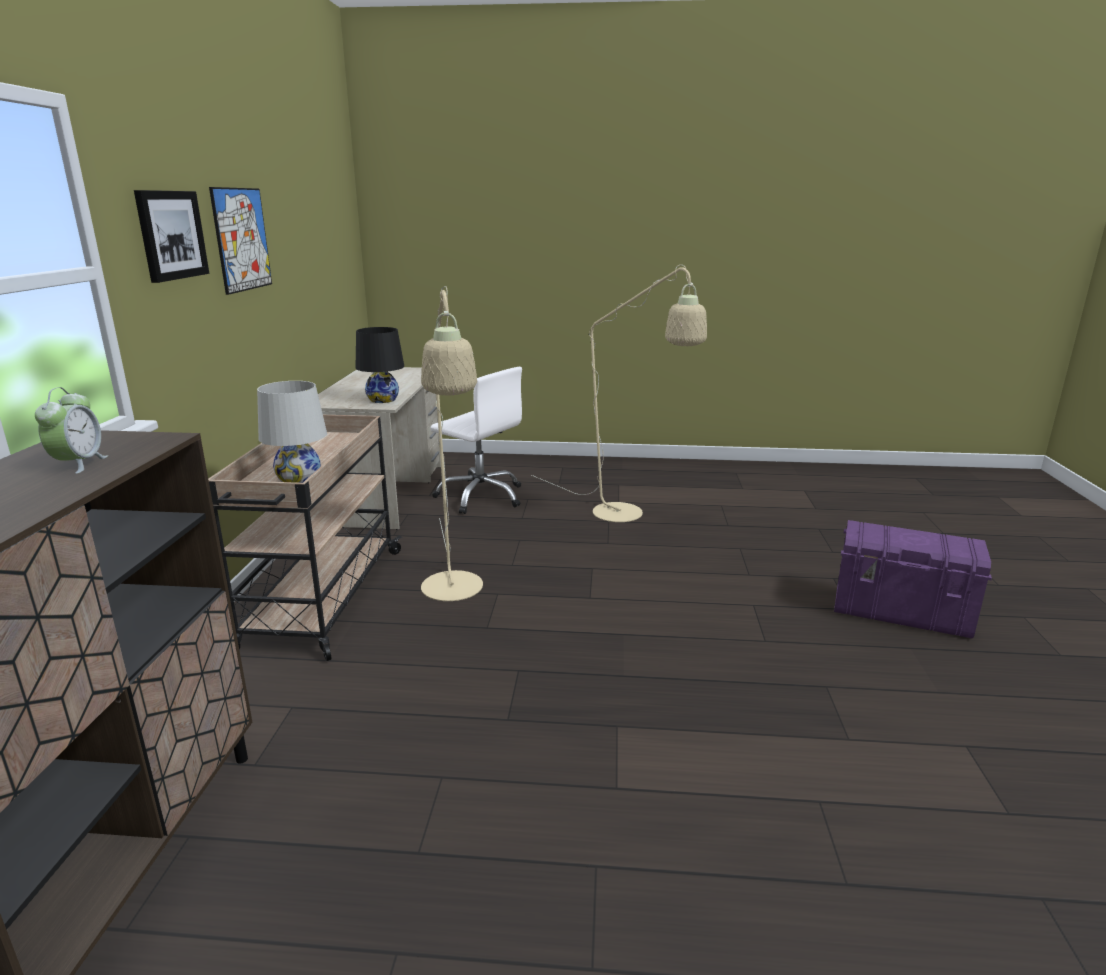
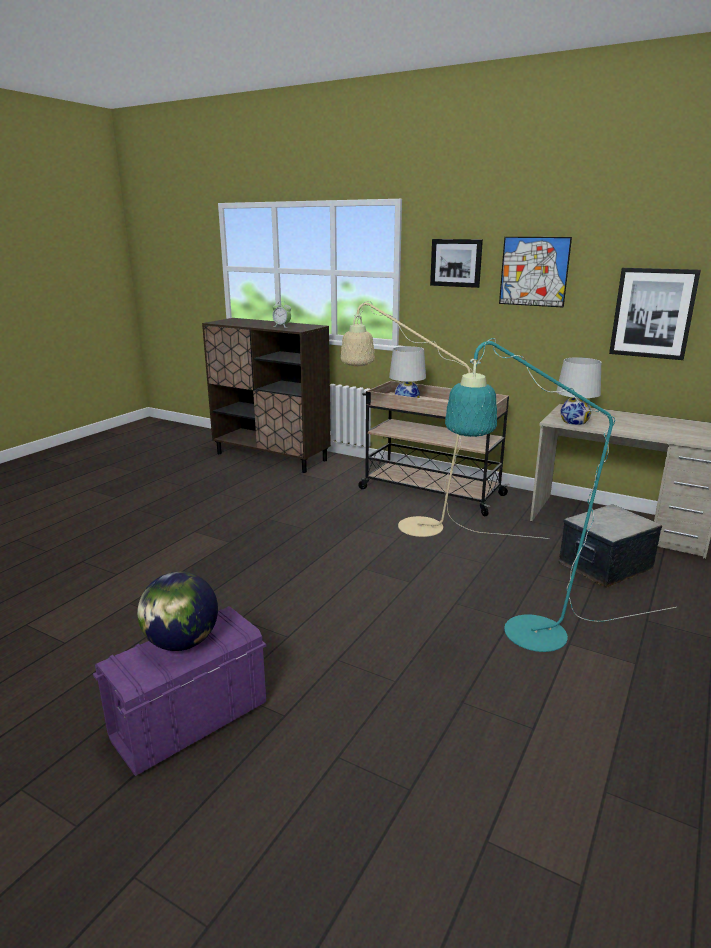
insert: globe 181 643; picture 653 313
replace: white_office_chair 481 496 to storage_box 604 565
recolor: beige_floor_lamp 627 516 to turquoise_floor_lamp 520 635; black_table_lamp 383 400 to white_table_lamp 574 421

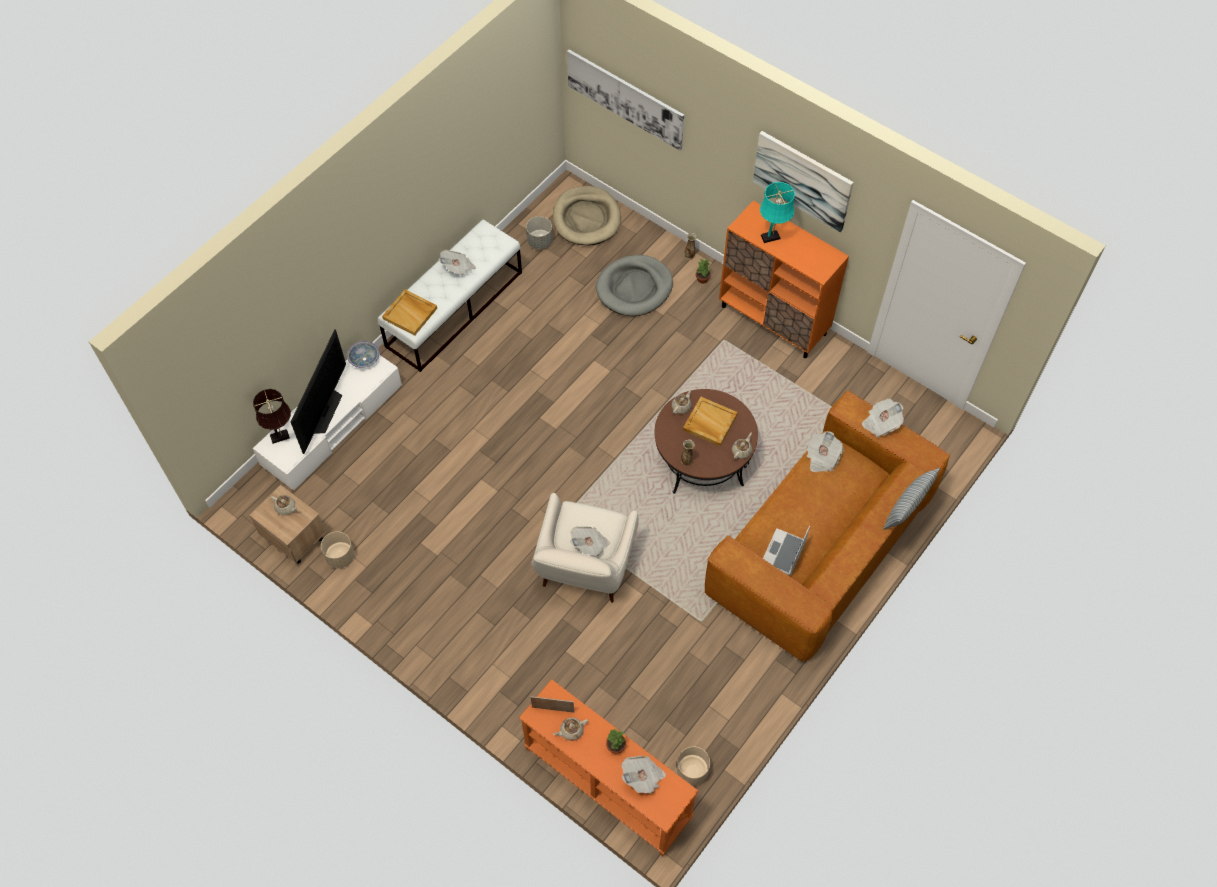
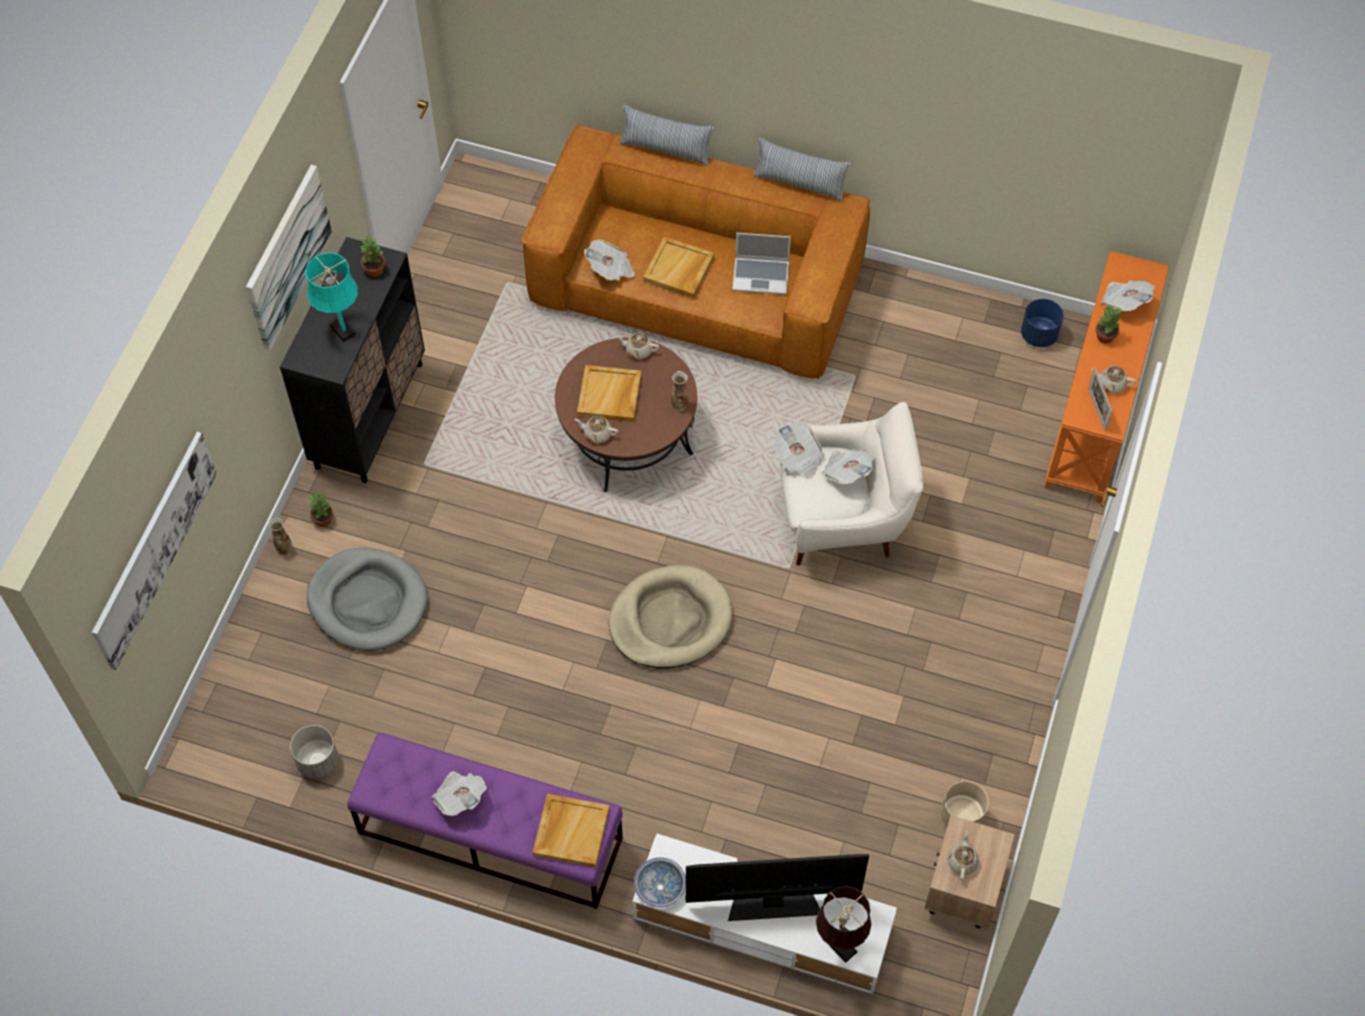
insert: potted_plant 374 269; beige_tray 679 270; pillow 800 183
move: beige_dog_bed 586 218 to 670 620; newspaper 881 423 to 798 458
recolor: orange_cabinet 774 320 to black_cabinet 369 414; white_bench 454 309 to purple_bench 489 835; beige_planter 692 771 to blue_planter 1039 335
rotate: beige_teapot 571 731 = 1111 384 150 degrees clockwise

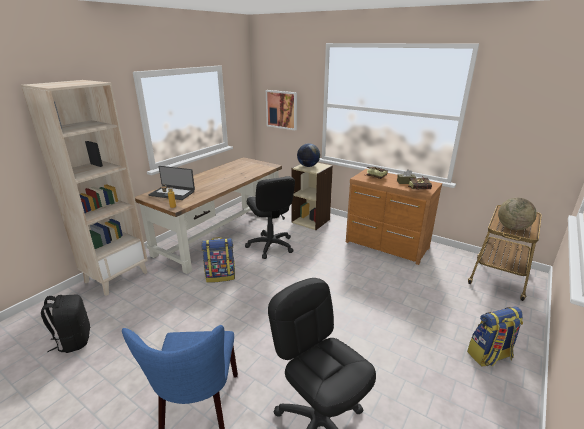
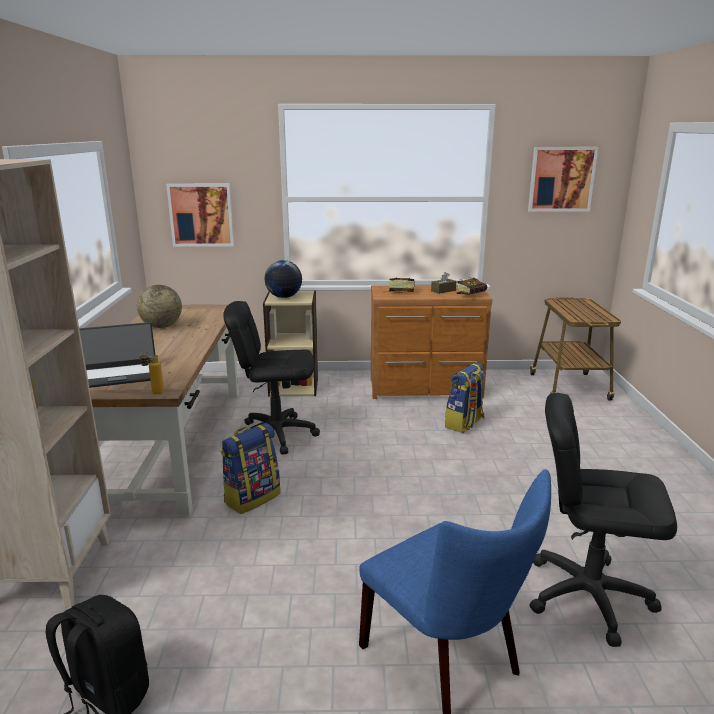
insert: picture 561 179
move: globe 512 228 to 161 326; backpack 489 356 to 464 424
rotate: black_office_chair 270 246 = 276 434 150 degrees clockwise

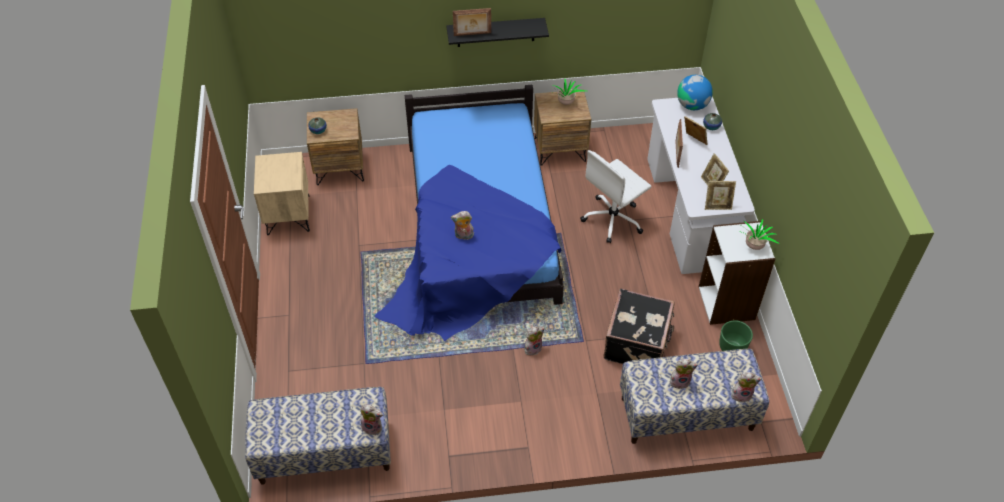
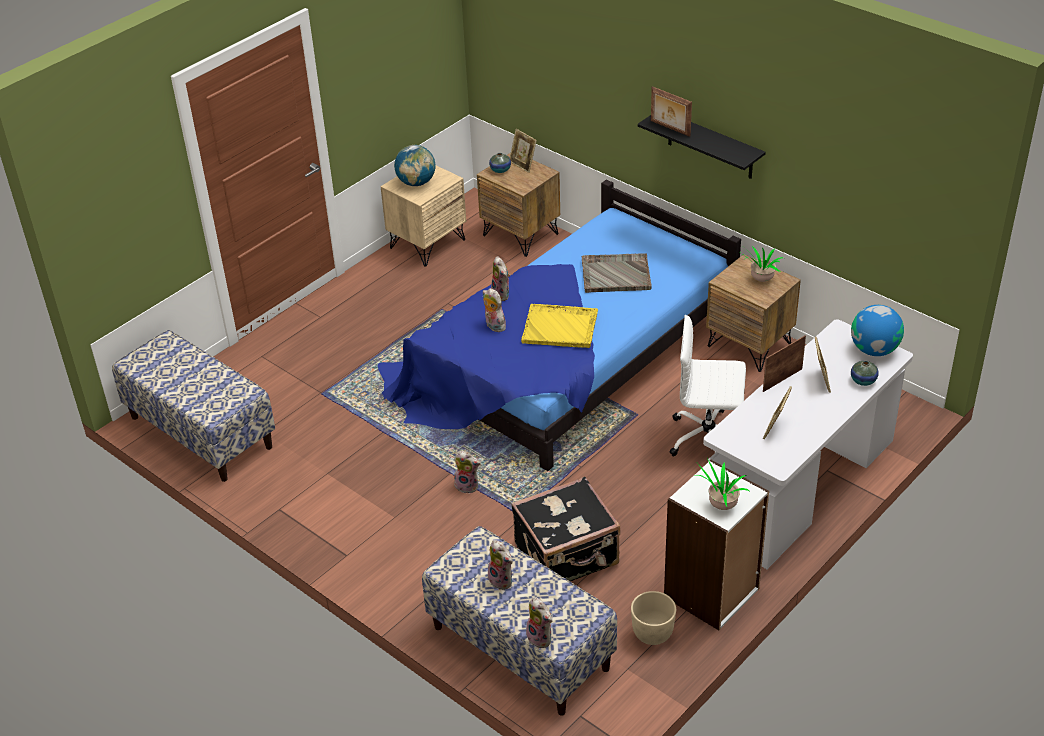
insert: globe 416 183; yellow_tray 560 328; grey_tray 615 274
move: plush_toy 373 427 to 502 295; picture_frame 717 205 to 523 165
recolor: green_planter 732 349 to beige_planter 652 634

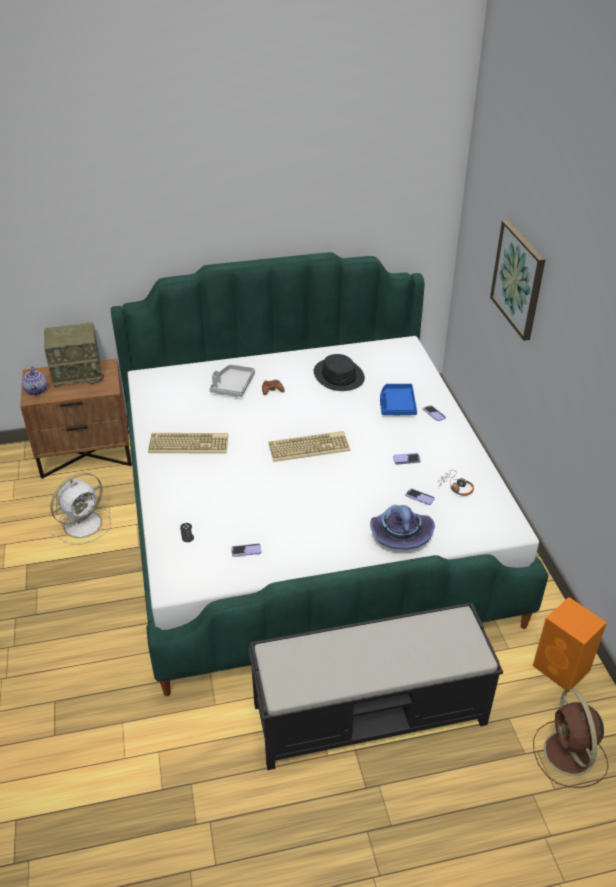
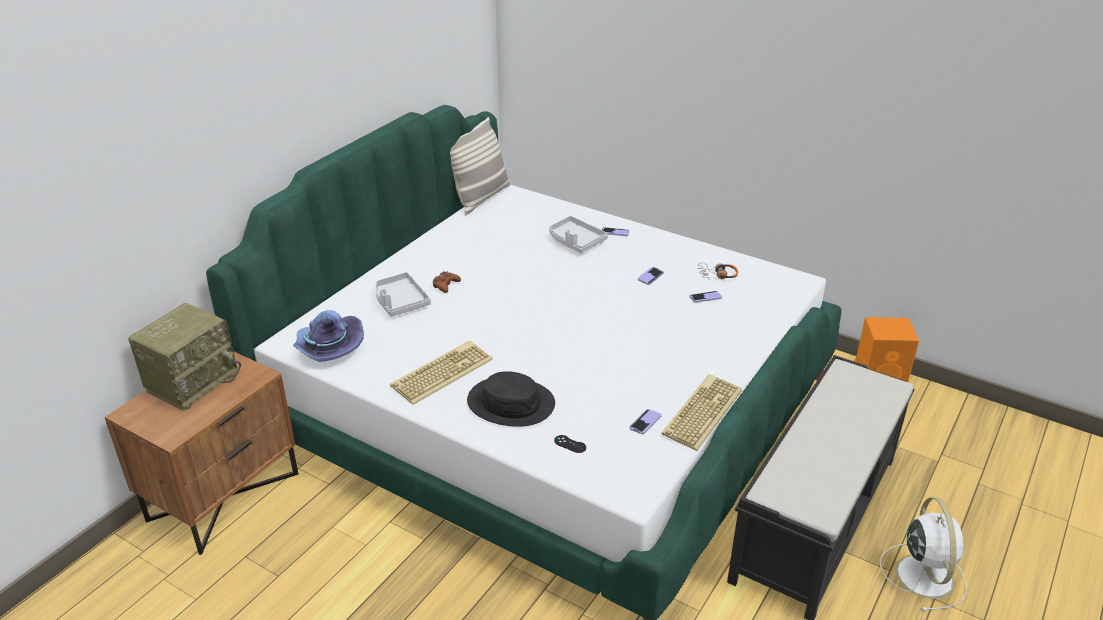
delete: teapot 37 390; picture 519 279; brown_fan 569 755
insert: pillow 480 198
move: purple_hat 399 534 to 327 349; black_hat 339 375 to 511 403; keyboard 309 446 to 701 411; white_fan 84 523 to 923 574
recolor: blue_tray 396 405 to grey_tray 575 241

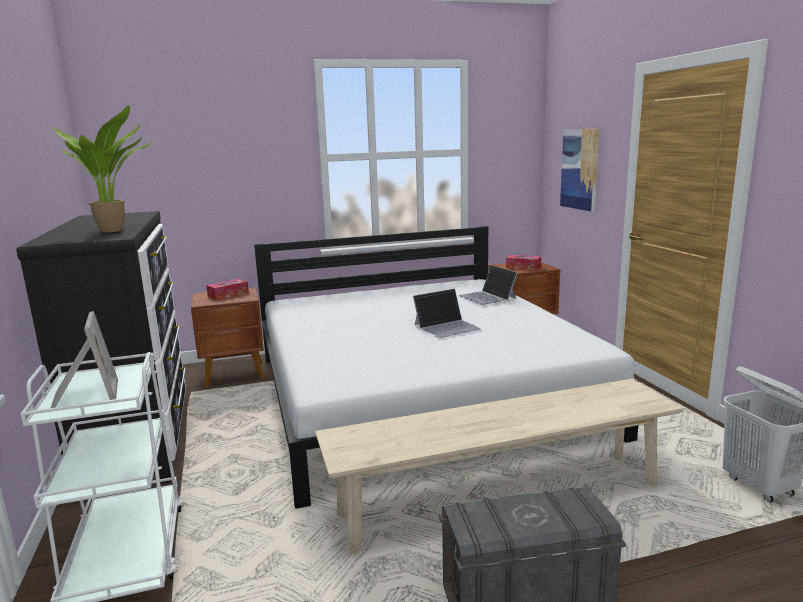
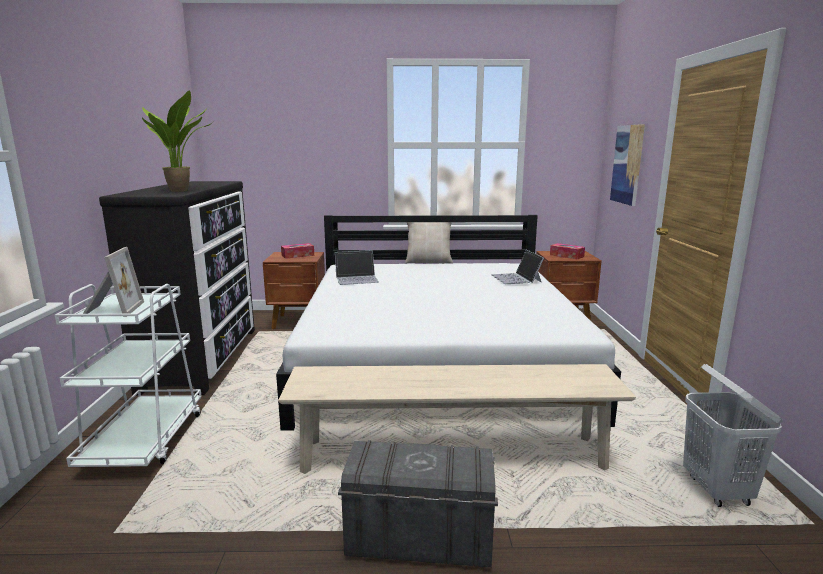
insert: beige_pillow 428 262
move: laptop 447 326 to 357 278

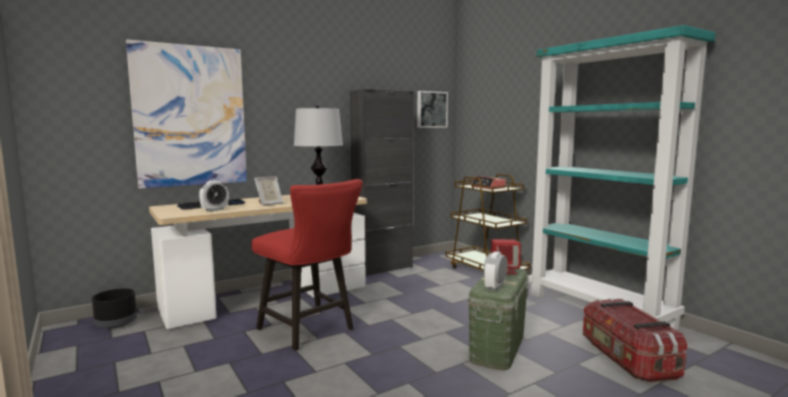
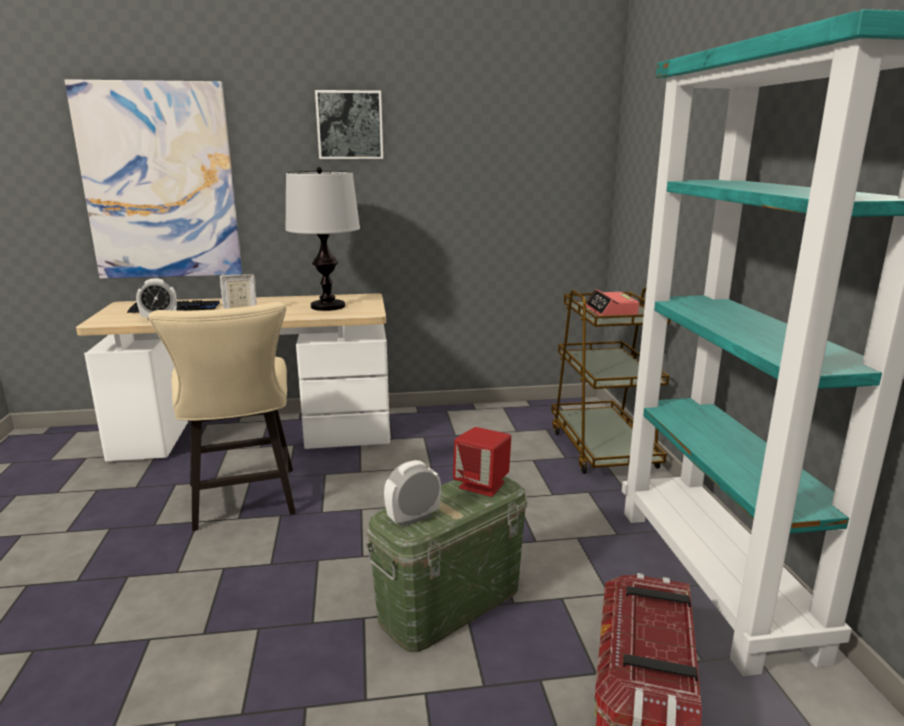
delete: black_planter 116 323; black_cabinet 382 268
move: picture 431 109 to 349 125
recolor: red_chair 310 330 to beige_chair 244 503

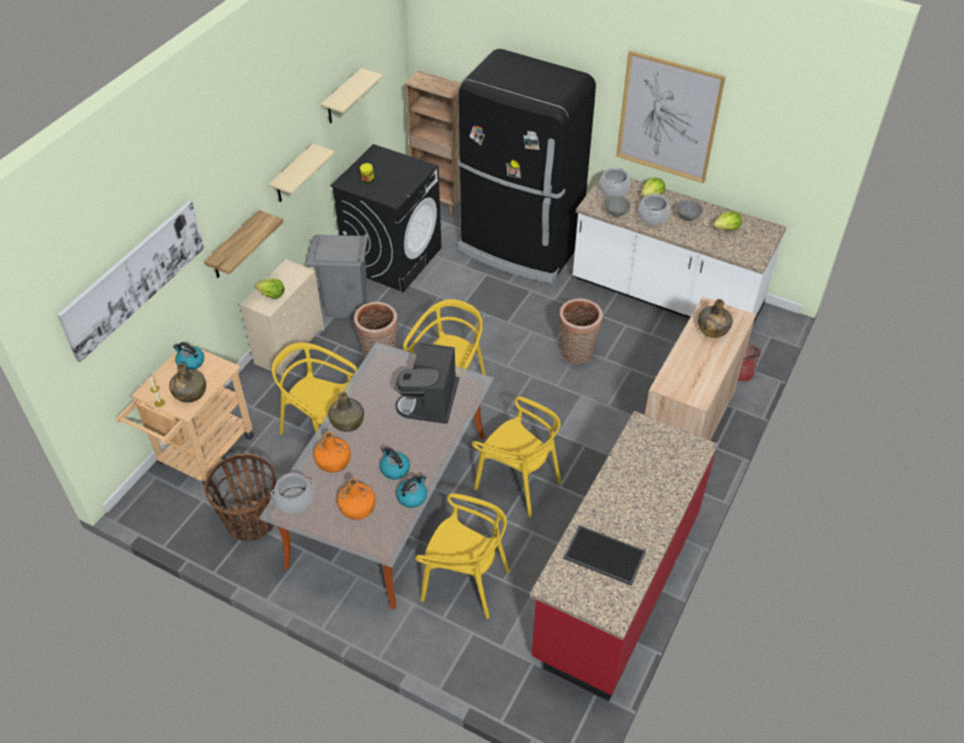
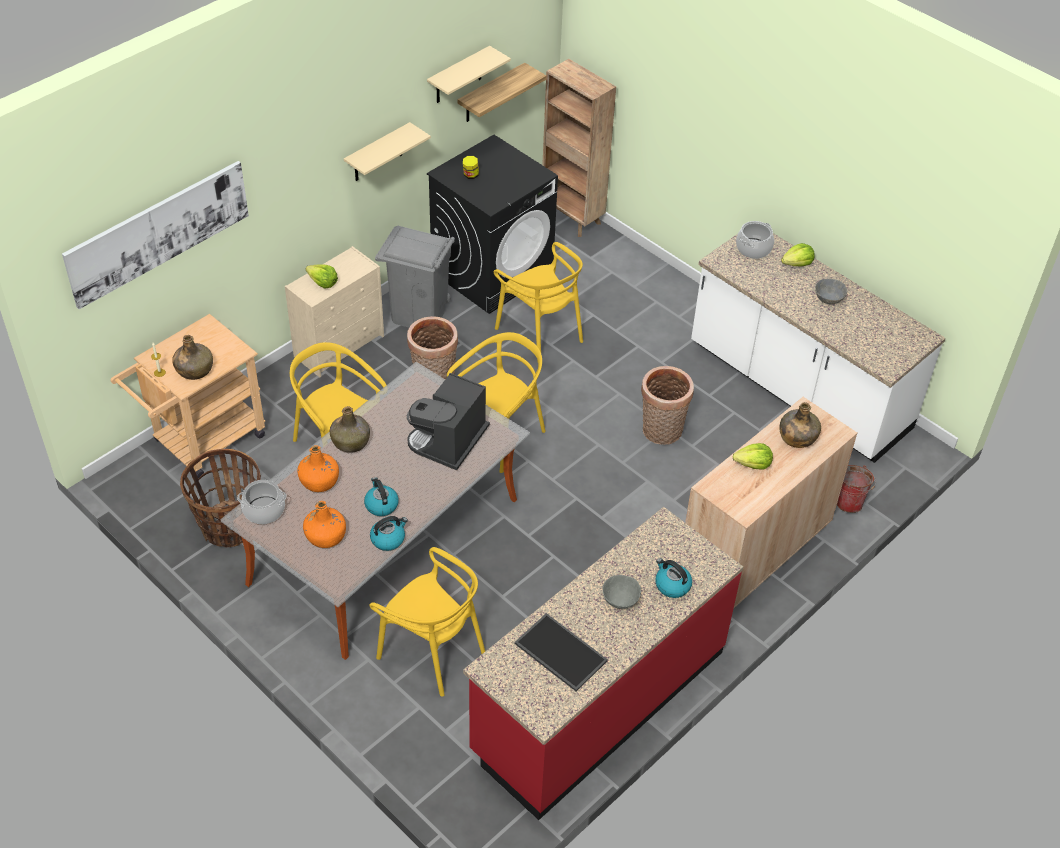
delete: black_fridge 519 248; picture 668 117; cooking_pot 653 217
move: shelf 234 246 to 491 94; yellow_chair 518 482 to 540 333; grey_bowl 616 213 to 620 600; kettle 190 362 to 672 585; lettuce 727 228 to 753 464

